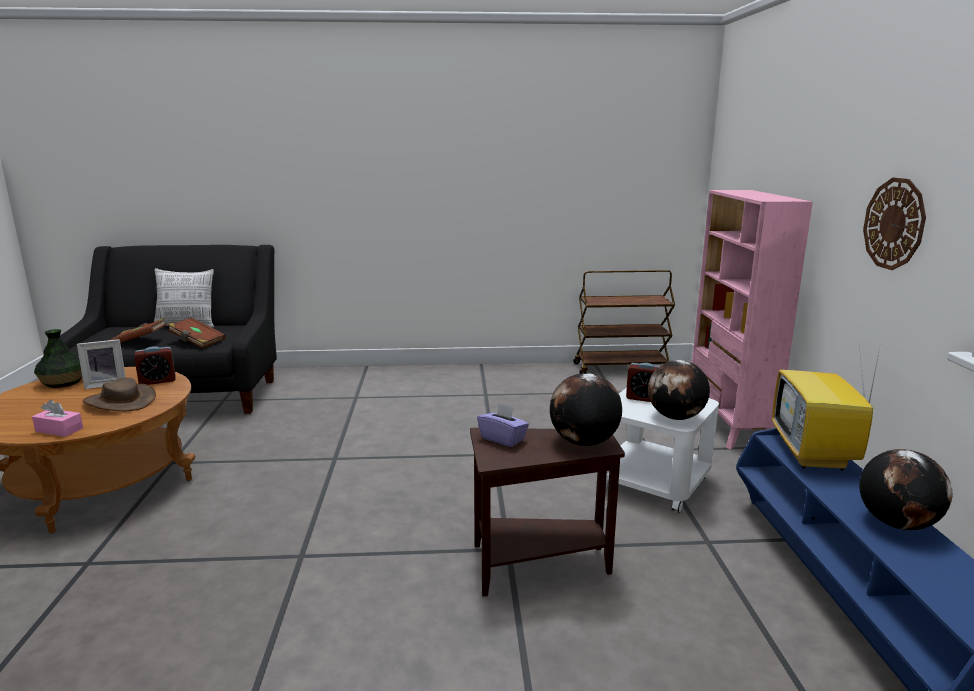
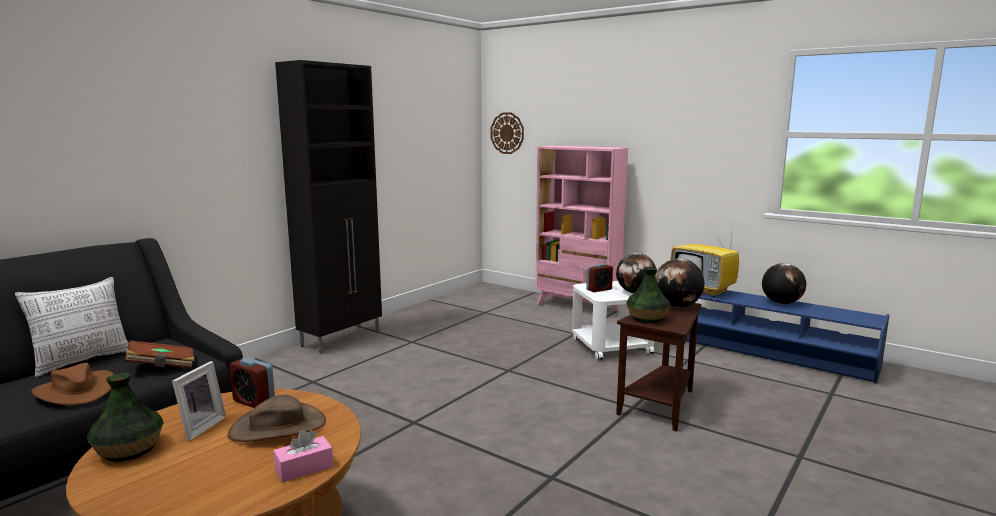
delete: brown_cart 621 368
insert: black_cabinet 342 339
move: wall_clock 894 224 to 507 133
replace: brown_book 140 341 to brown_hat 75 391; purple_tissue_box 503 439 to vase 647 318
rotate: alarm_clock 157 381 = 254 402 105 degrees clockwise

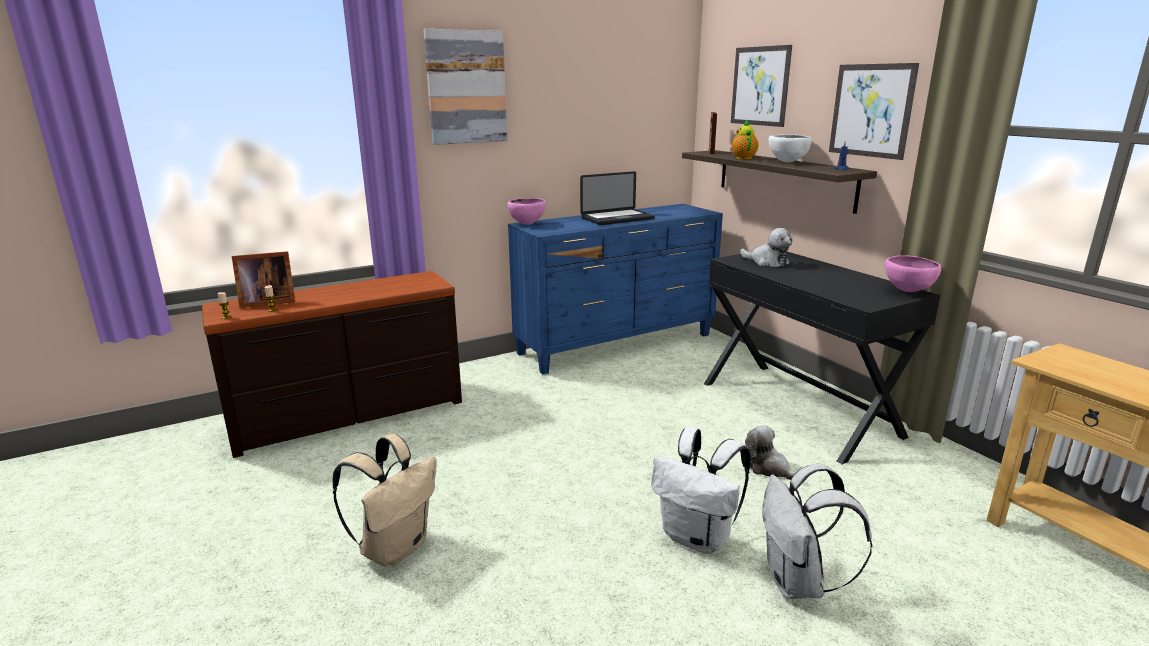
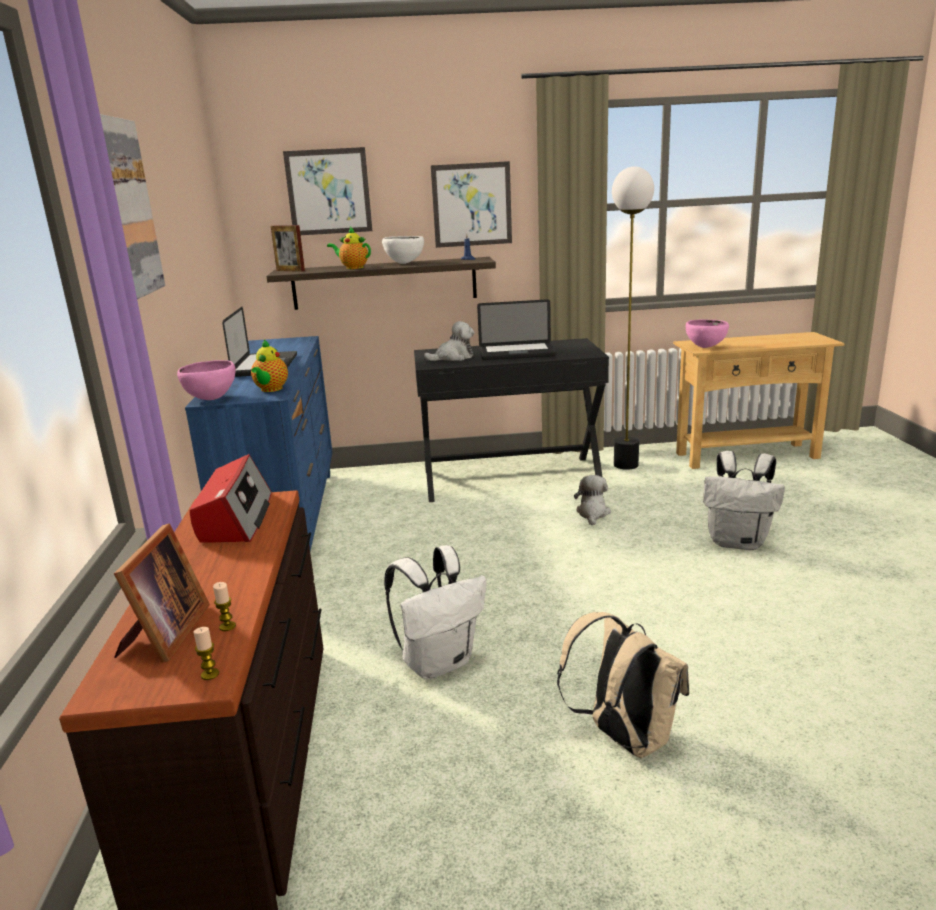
insert: radio 235 518; teapot 270 389; laptop 517 353; floor_lamp 626 465
move: white_backpack 698 537 to 439 662; pink_bowl 907 291 to 705 347
rotate: plush_toy 768 468 = 592 513 120 degrees clockwise

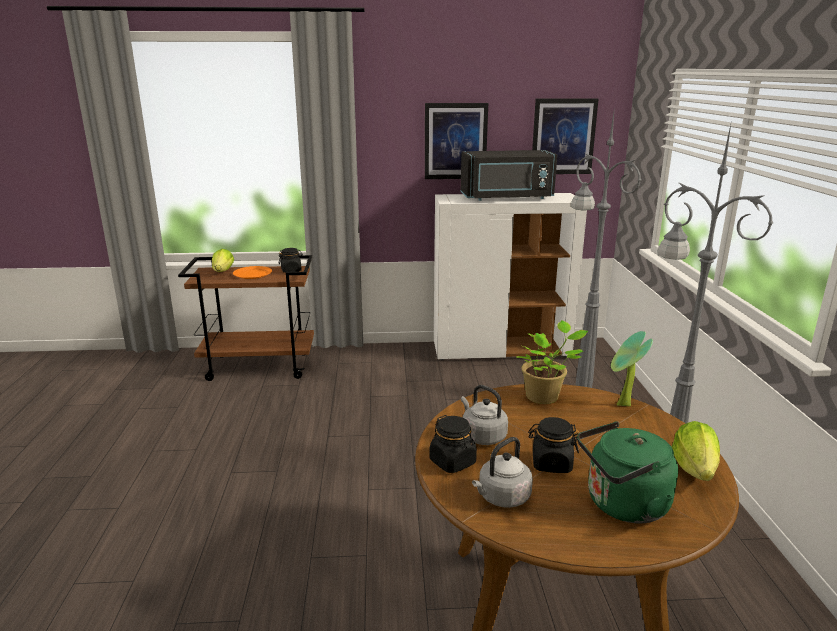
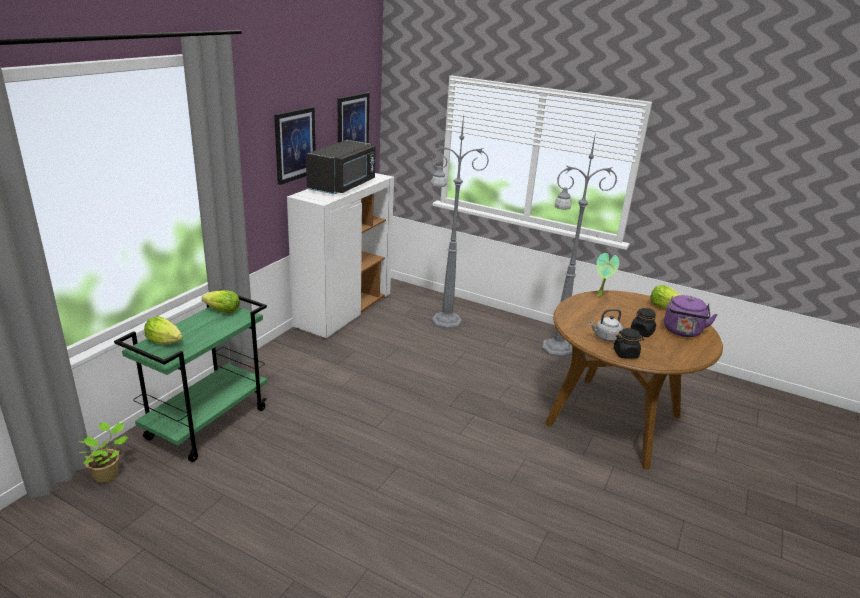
delete: orange_plate 252 274; grey_kettle 502 498
move: potted_plant 544 397 to 108 474
replace: black_jar 291 270 to lettuce 223 311
recolor: brown_cart 260 366 to green_cart 208 423; green_kettle 622 505 to purple_kettle 682 332

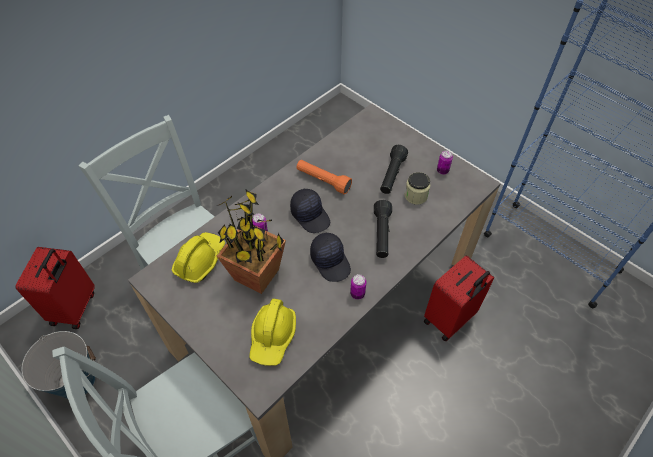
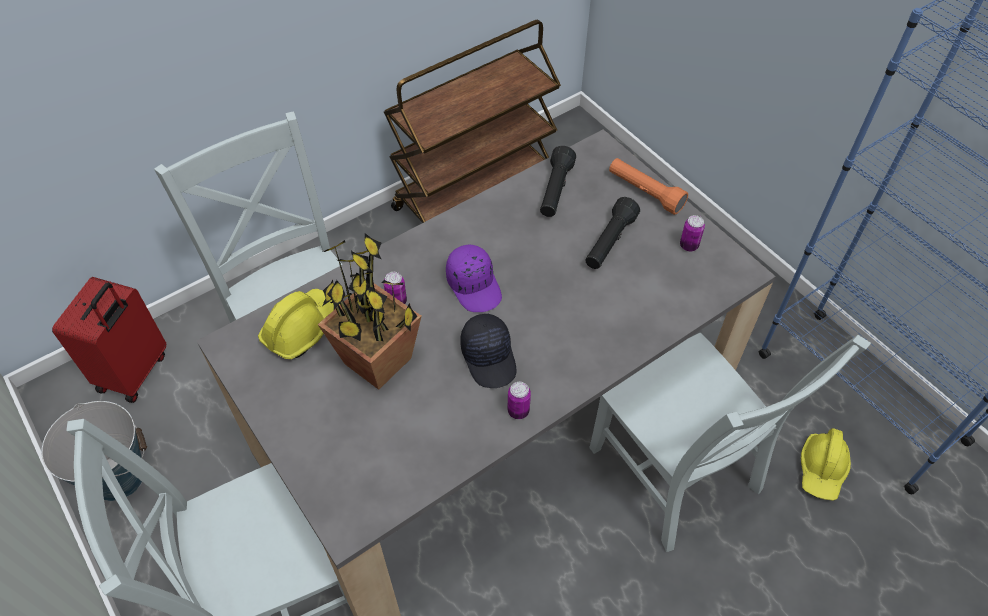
delete: jar 415 196
insert: brown_cart 474 193
move: black_flashlight 381 234 to 555 191; orange_flashlight 323 181 to 644 192; yellow_hard_hat 273 336 to 822 469
replace: red_suitcase 450 319 to grey_chair 678 475
recolor: black_cap 310 215 to purple_cap 475 285

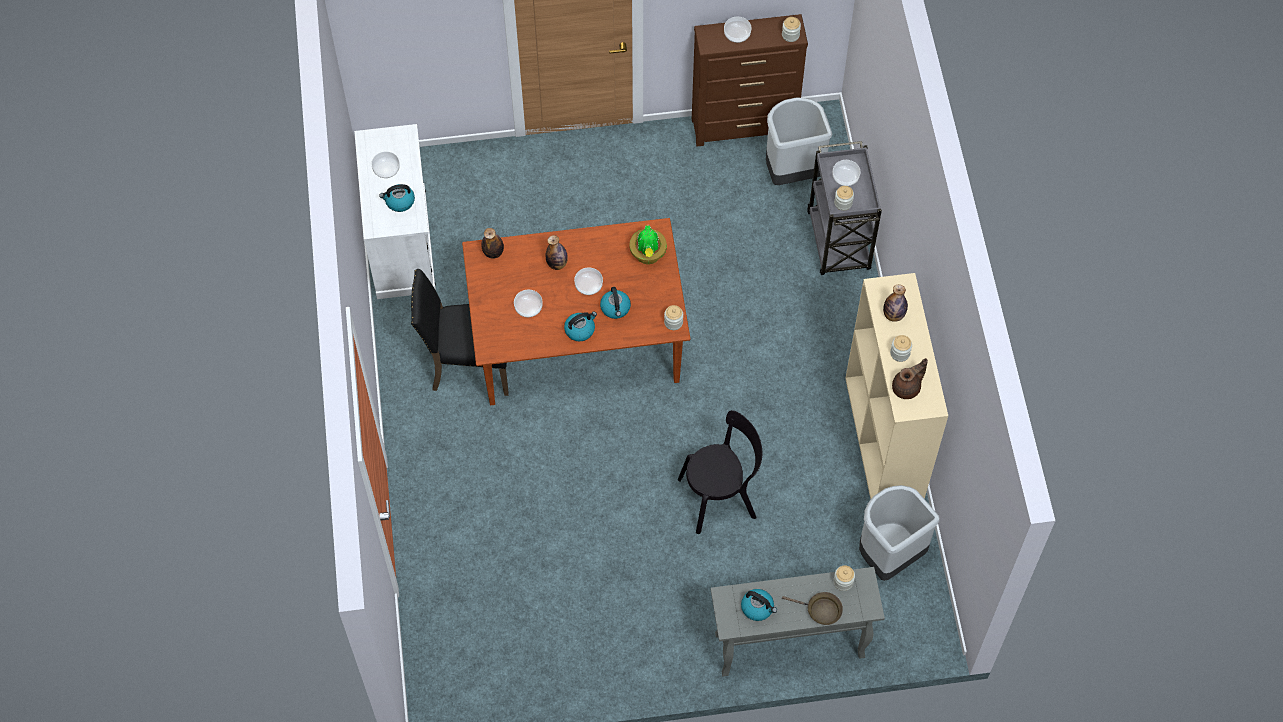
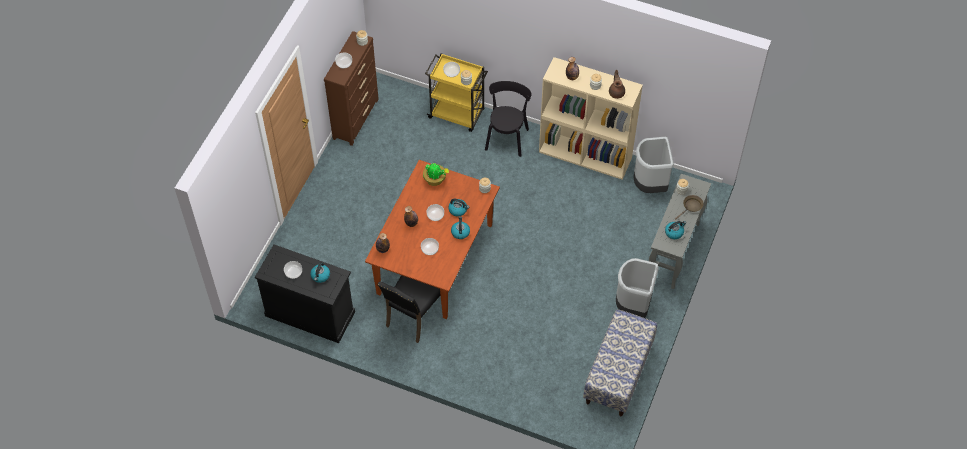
insert: bench 618 373
move: black_chair 721 496 to 507 137; grey_trash_can 792 172 to 633 306
recolor: white_cabinet 402 243 to black_cabinet 310 313; grey_cart 839 242 to yellow_cart 457 114

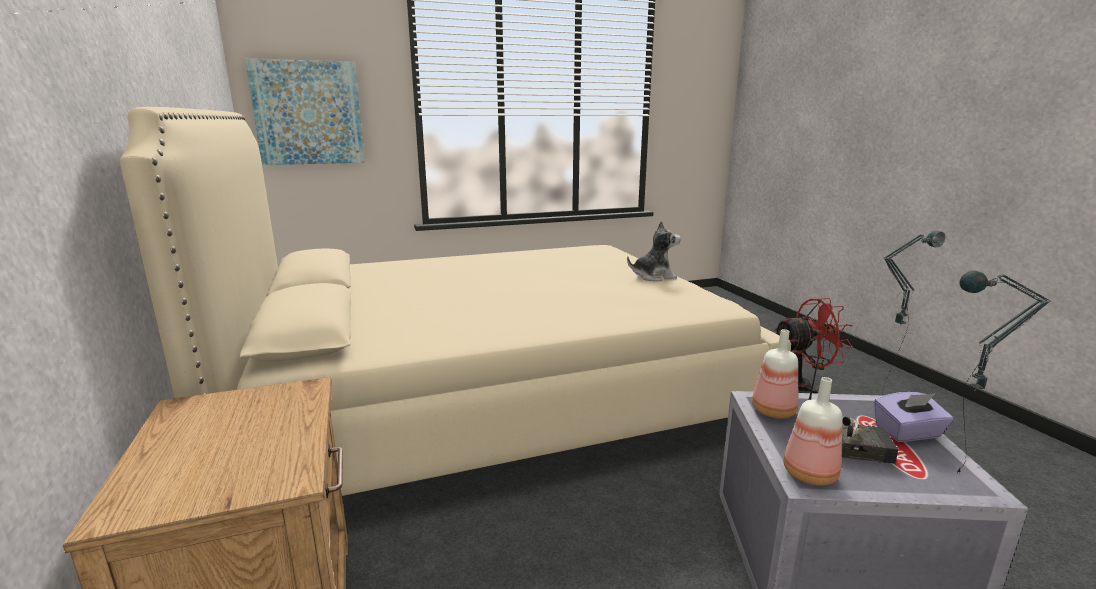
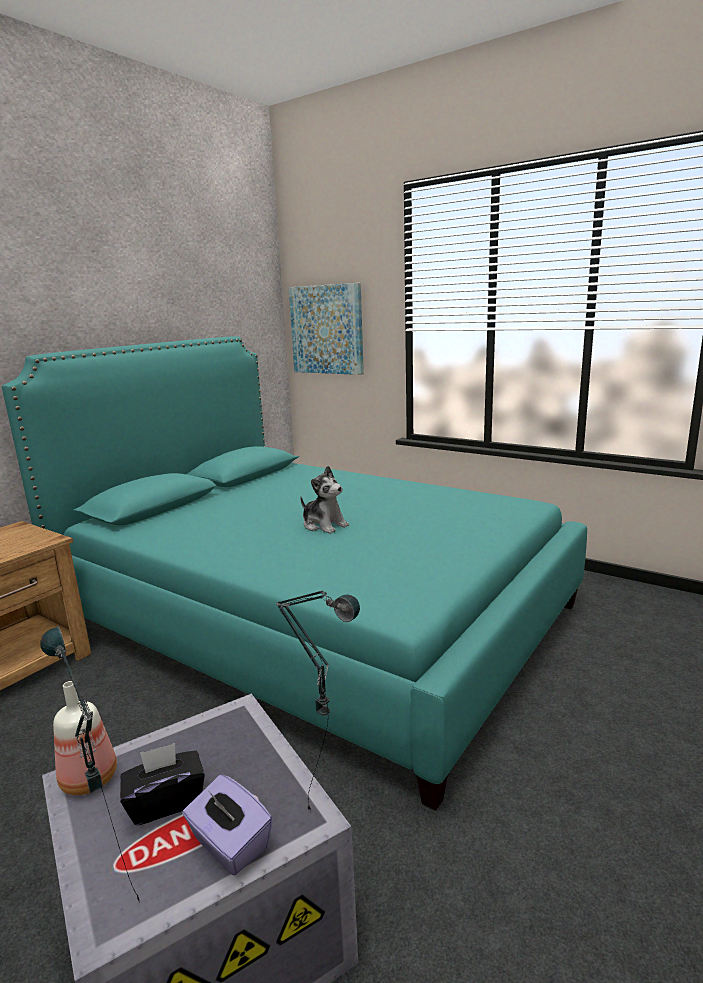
delete: bottle 773 412; red_fan 801 385
move: plush_toy 653 276 to 324 525
replace: radio 854 446 to black_tissue_box 166 801
recolor: beige_bed 491 393 to turquoise_bed 315 615

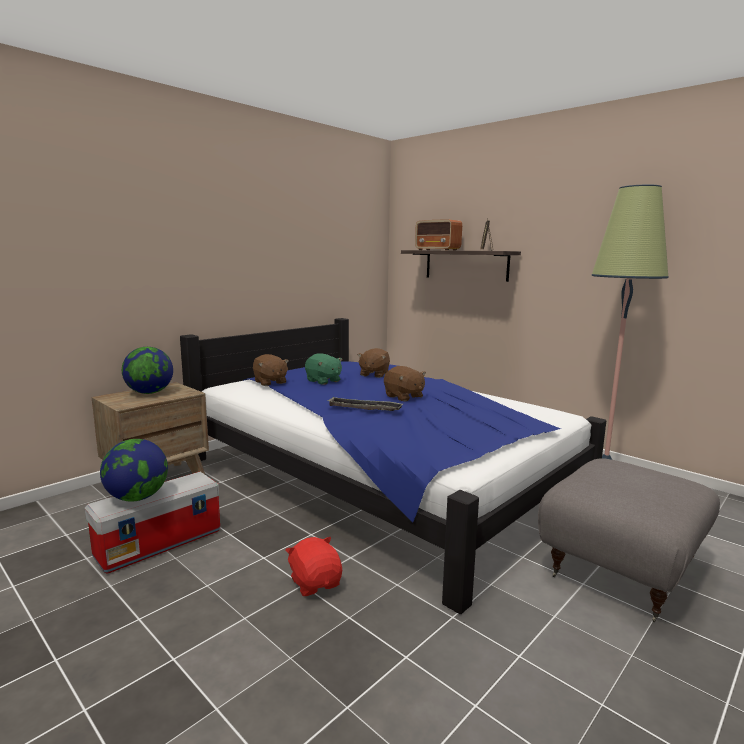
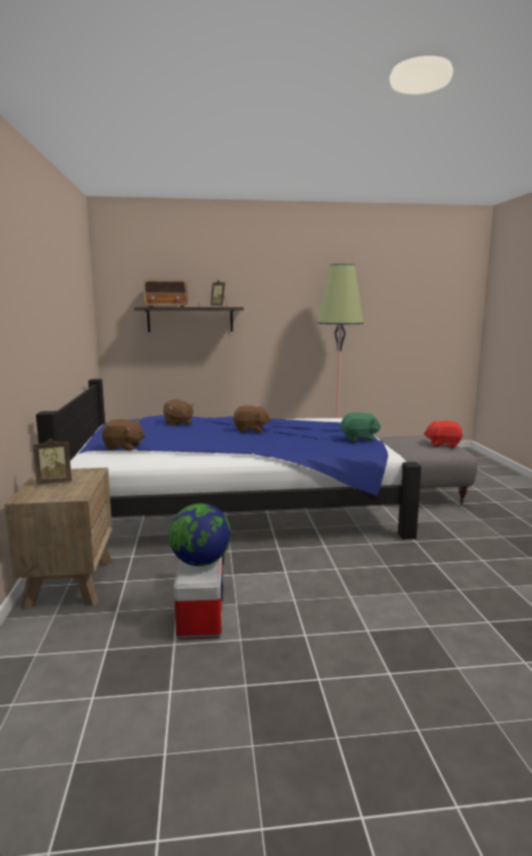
delete: tray 364 408
move: green_plush_toy 323 381 to 359 439; red_plush_toy 315 583 to 443 445
replace: globe 149 393 to picture_frame 54 482

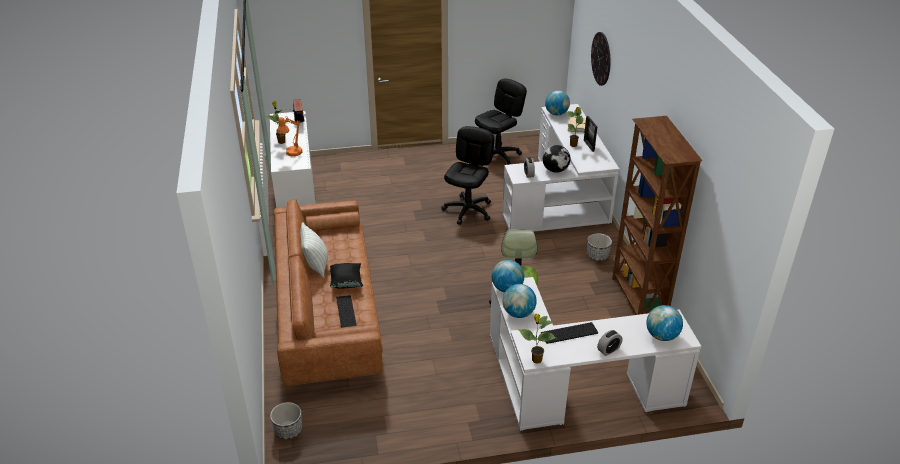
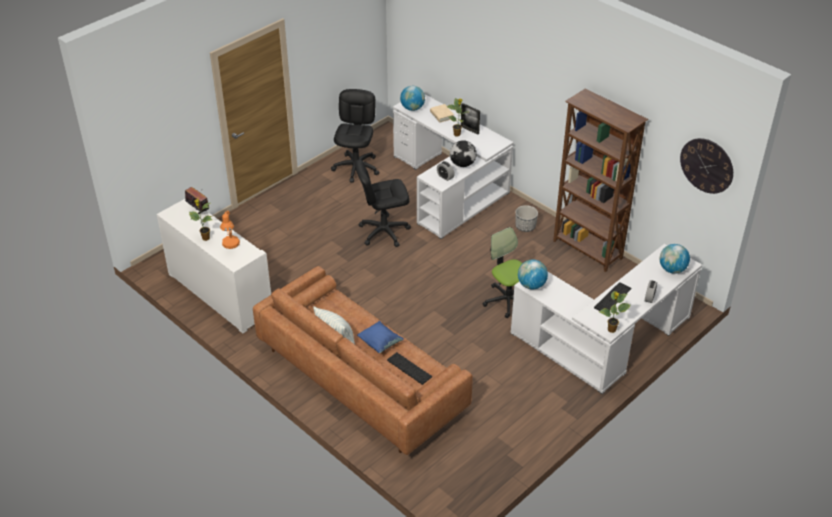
delete: planter 288 431; globe 518 313
move: wall_clock 601 58 to 706 165
recolor: black_pillow 346 282 to blue_pillow 380 343
rotate: black_office_chair 468 210 = 383 232 90 degrees counterclockwise

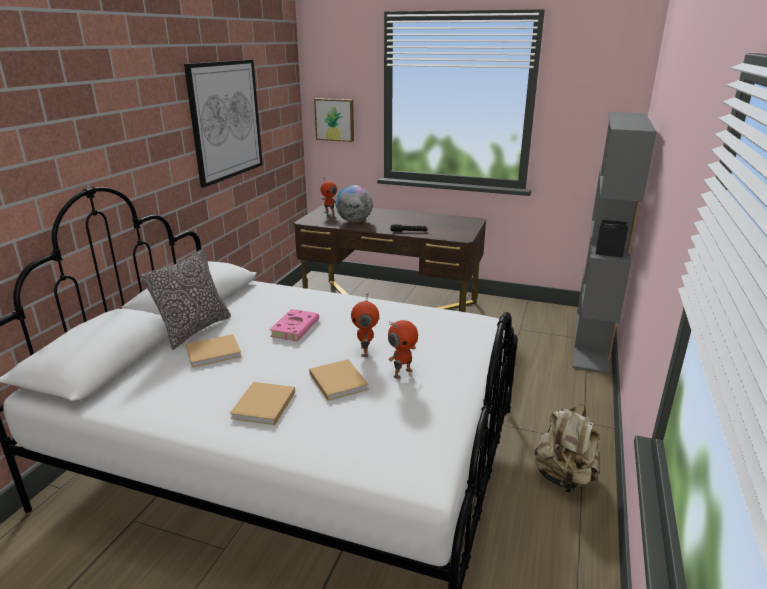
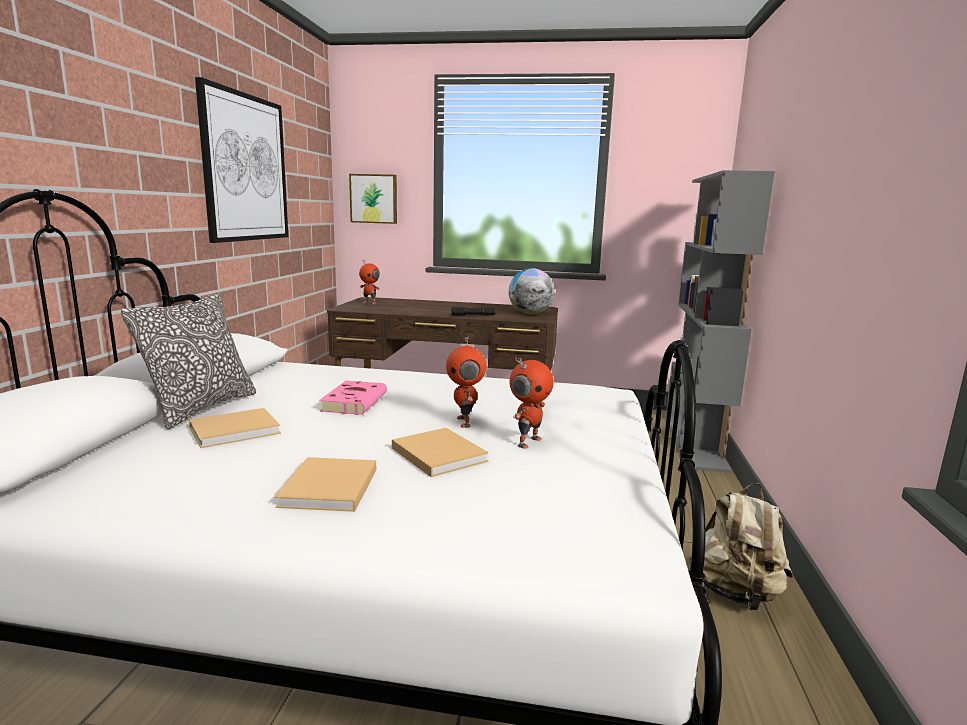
move: globe 354 221 to 530 314

